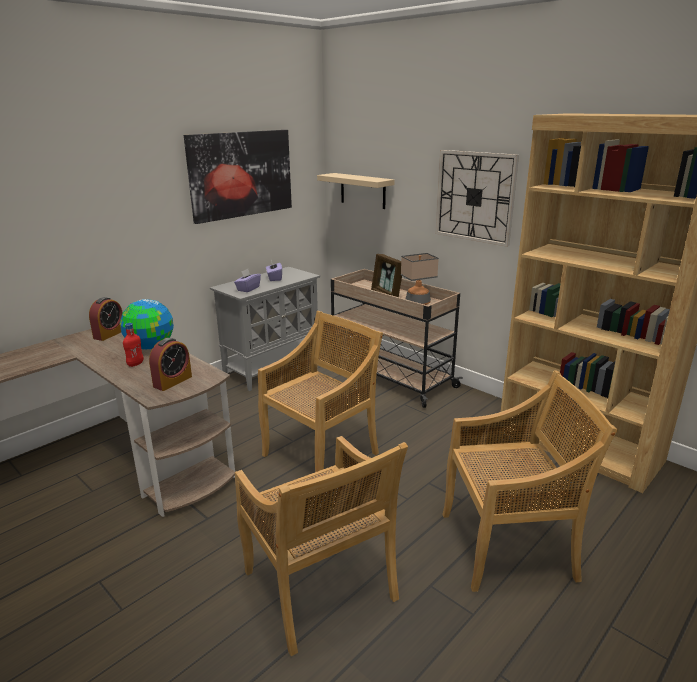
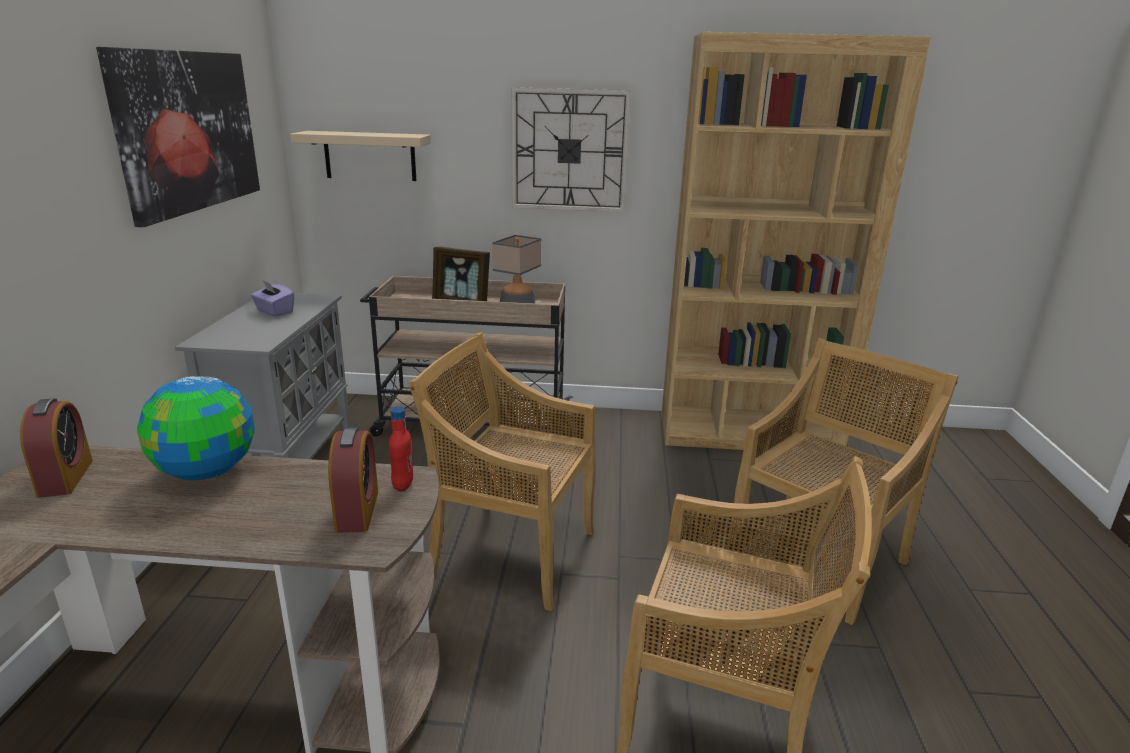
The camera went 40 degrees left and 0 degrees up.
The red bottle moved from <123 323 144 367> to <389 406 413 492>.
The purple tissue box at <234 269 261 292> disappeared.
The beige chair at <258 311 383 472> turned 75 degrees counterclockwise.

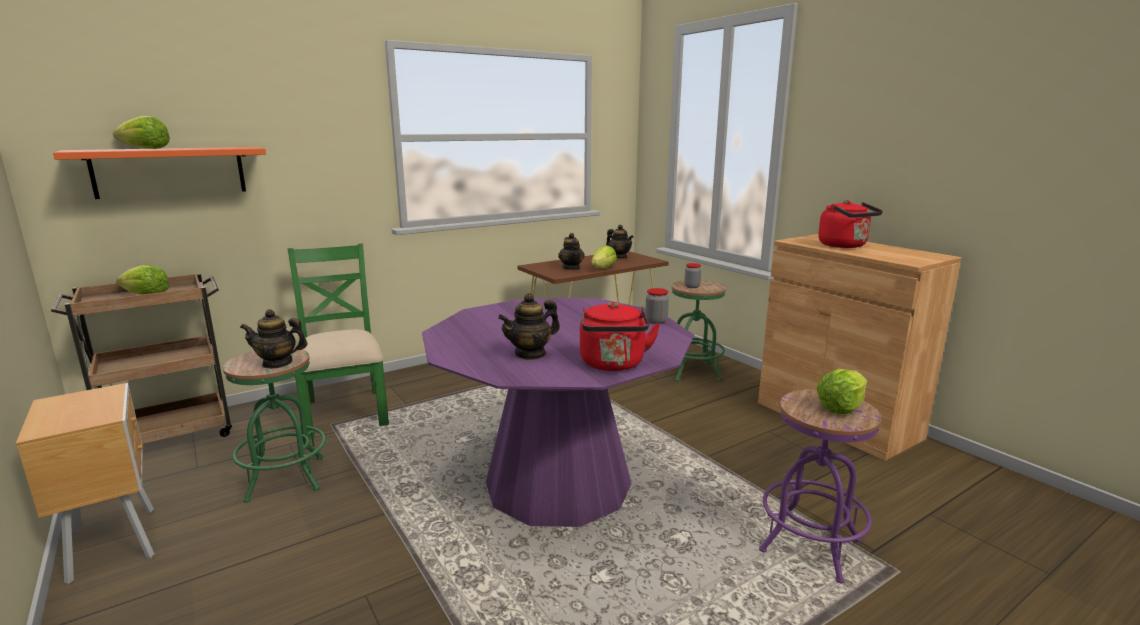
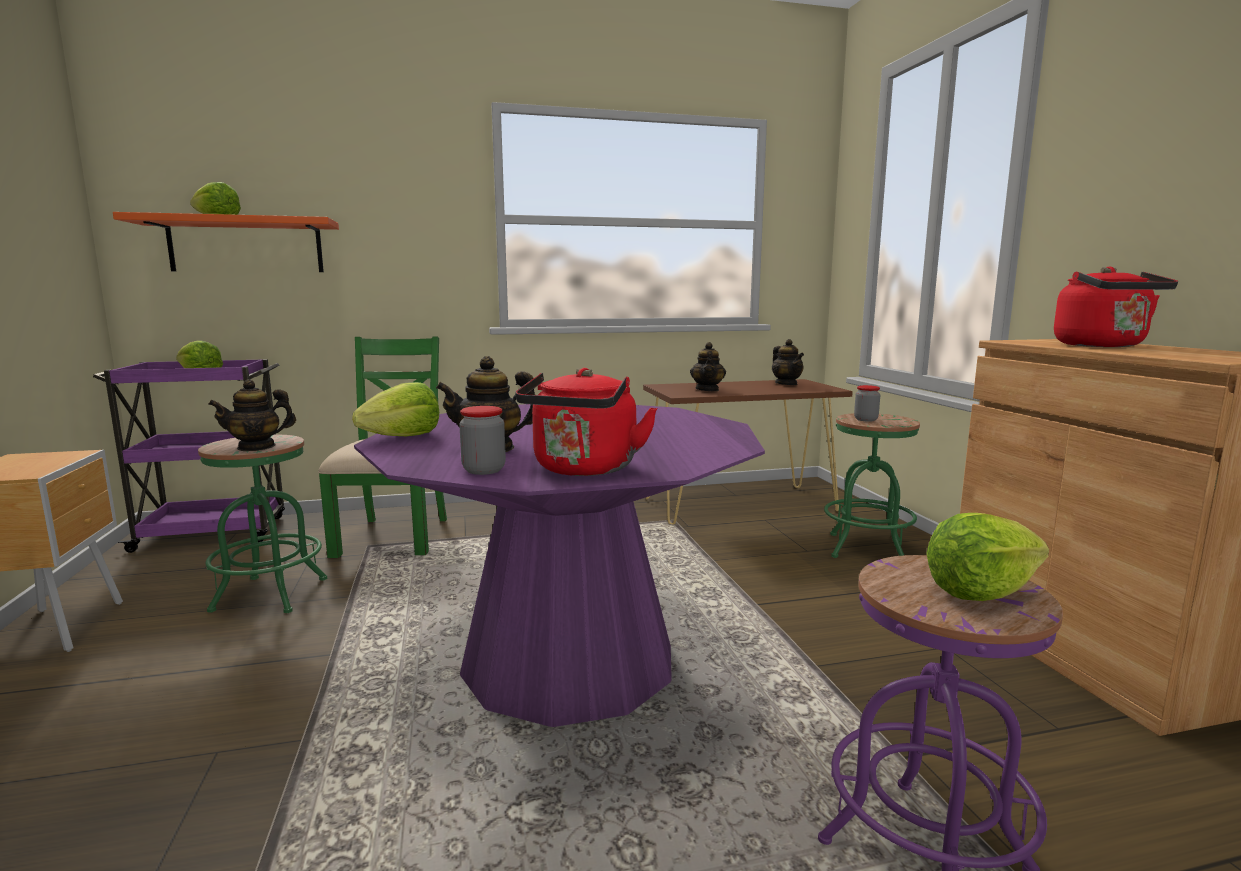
The camera went 20 degrees right and 5 degrees down.
The brown cart at <51 273 232 444> became the purple cart at <93 359 285 553>.
The teapot at <240 309 308 369> turned 45 degrees counterclockwise.
The lettuce moved from <591 245 617 269> to <352 382 439 436>.
The jar moved from <645 288 669 324> to <459 406 506 475>.

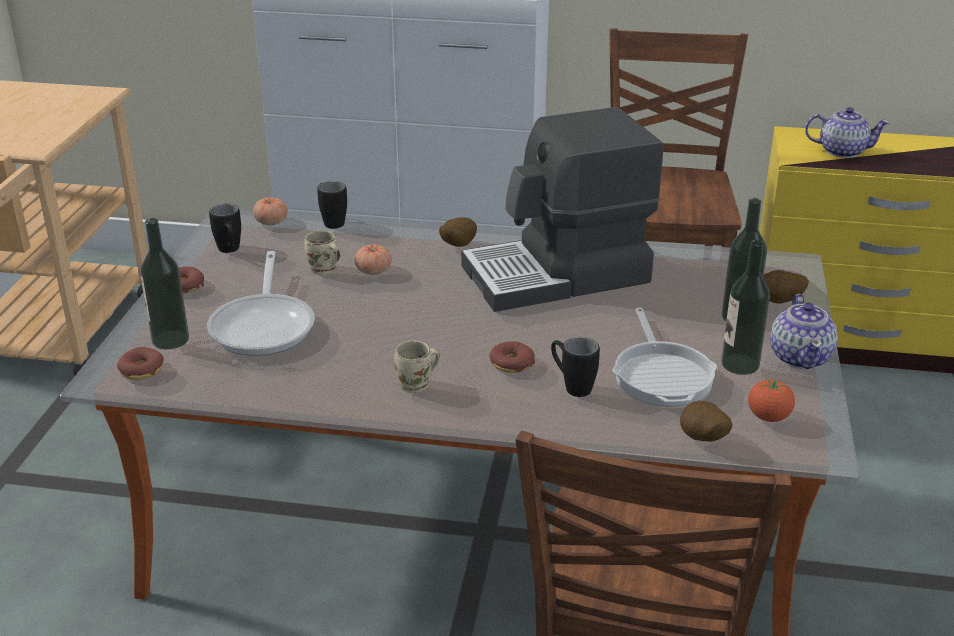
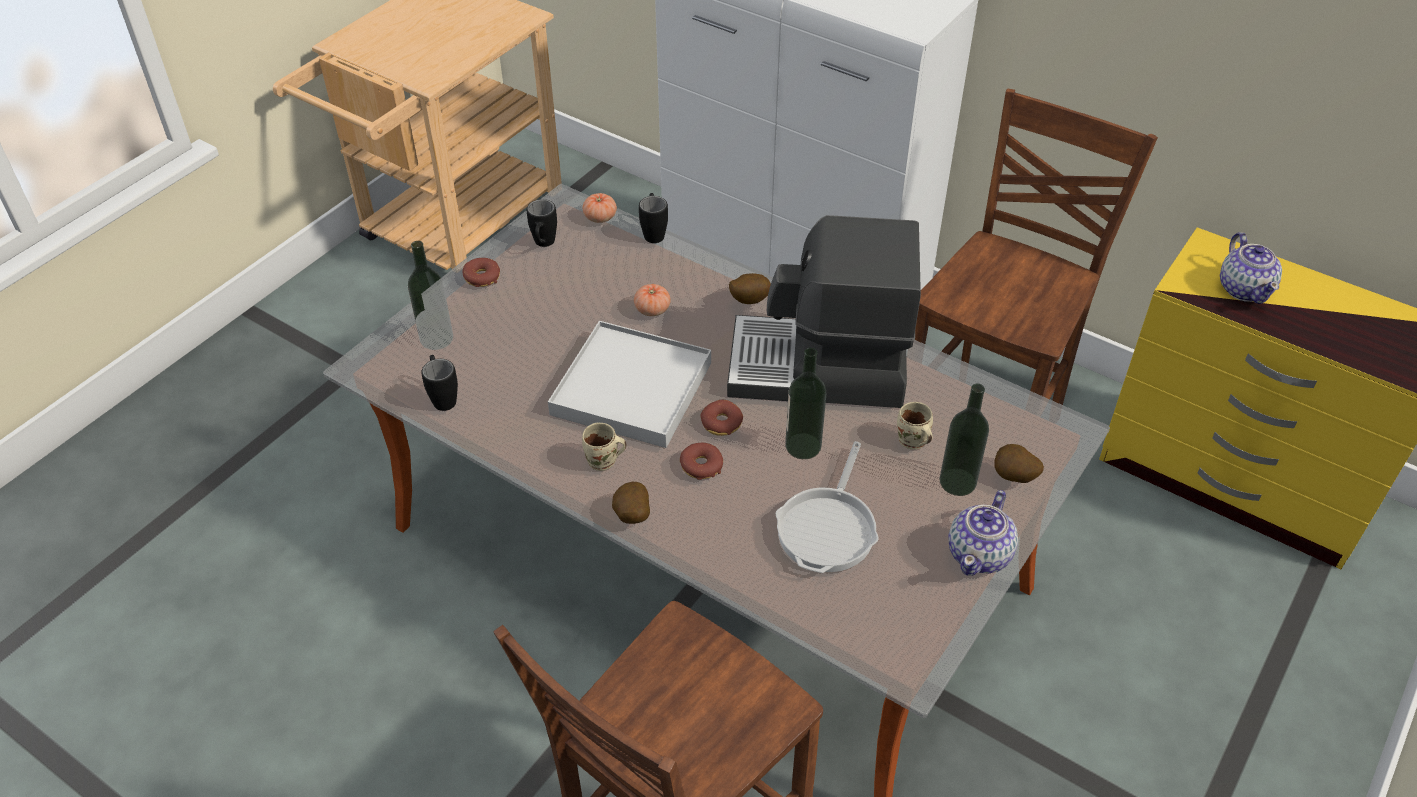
The camera went 25 degrees right and 15 degrees up.
The donut moved from <117 347 164 380> to <701 400 743 436>.
The frying pan at <207 251 315 356> disappeared.
The beige mug moved from <304 230 340 275> to <897 402 933 450>.
The black mug moved from <551 337 600 397> to <421 355 458 411>.
The potato moved from <680 401 732 442> to <612 482 650 524>.
The bottle moved from <721 240 770 375> to <785 348 826 459>.
The tomato at <748 379 795 422> disappeared.
The teapot at <805 107 890 158> turned 45 degrees clockwise.
The white tray at <548 321 711 448> appeared.

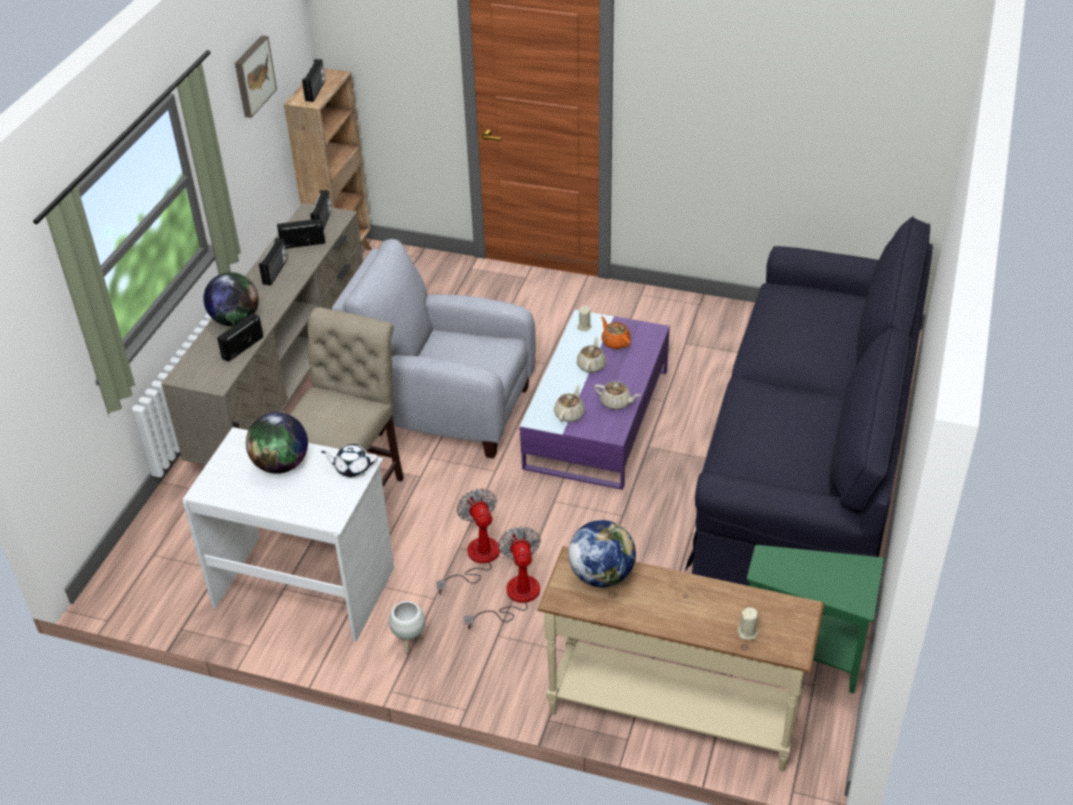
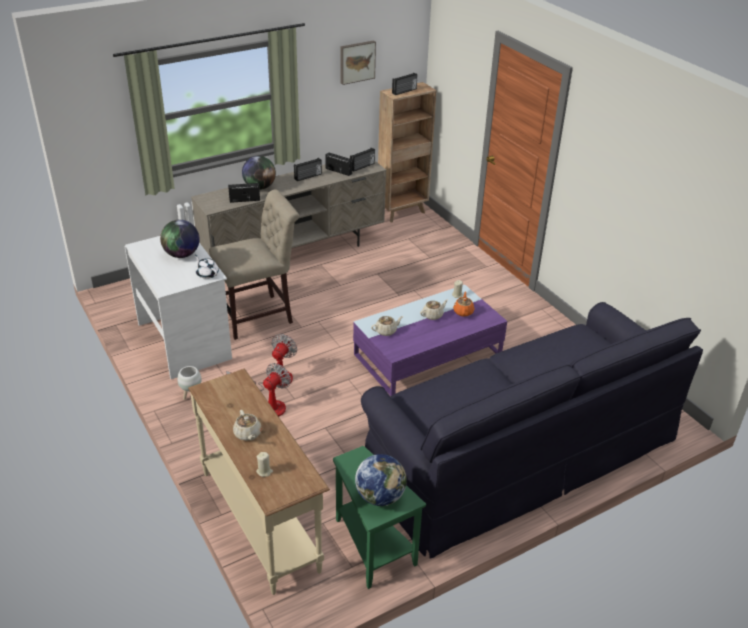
The camera went 40 degrees right and 5 degrees down.
The grey armchair at <332 239 536 459> disappeared.
The globe moved from <568 520 636 587> to <355 454 407 506>.
The beige teapot moved from <594 381 640 410> to <233 410 262 441>.

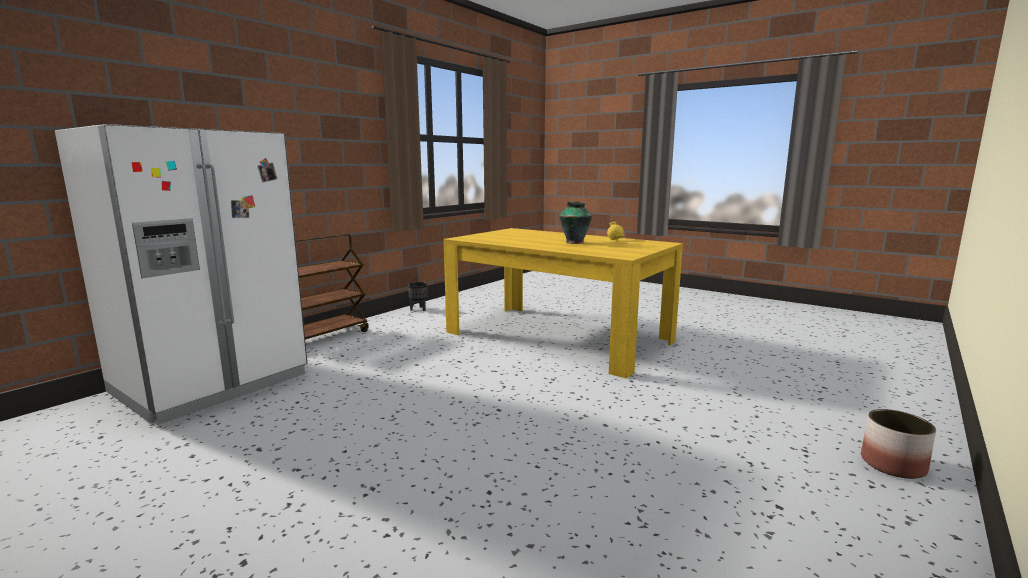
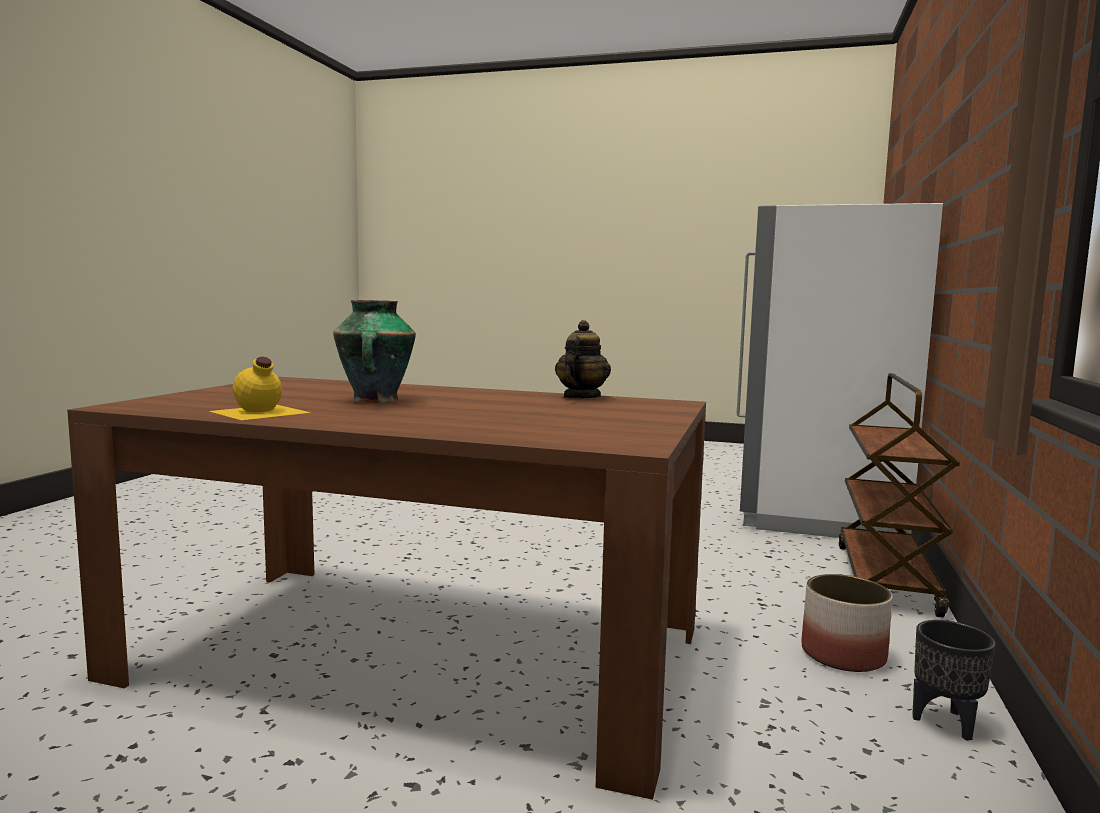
The camera went 160 degrees right and 5 degrees down.
The yellow dining table at <443 228 683 379> became the brown dining table at <67 377 706 800>.
The planter moved from <861 409 936 479> to <802 574 893 672>.
The teapot at <555 320 611 399> appeared.

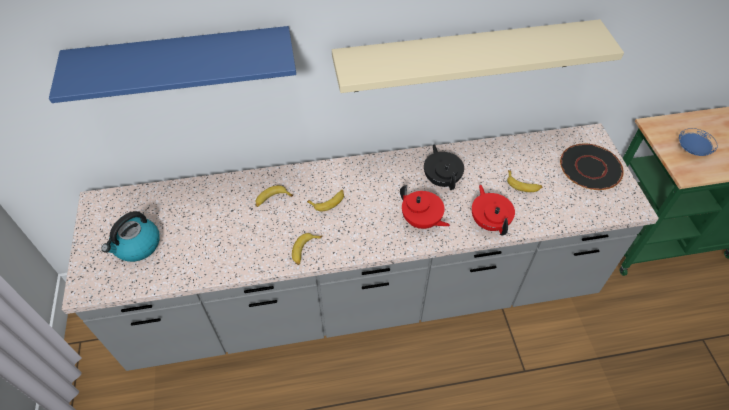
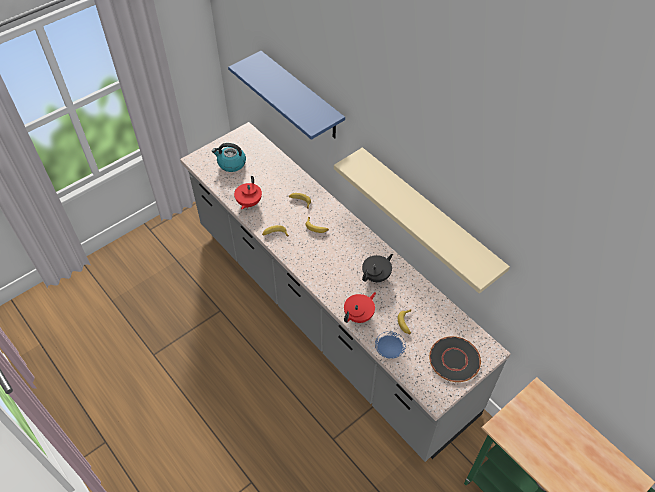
The camera went 60 degrees right and 0 degrees up.
The red teapot moved from <400 185 450 229> to <234 176 262 209>.
The blue plate moved from <679 128 718 156> to <375 331 406 359>.

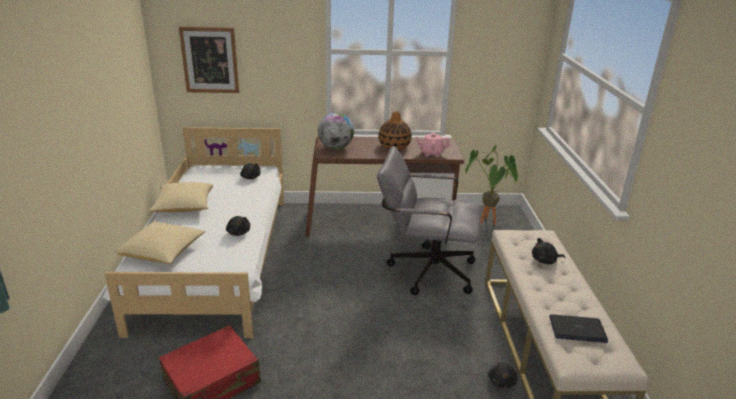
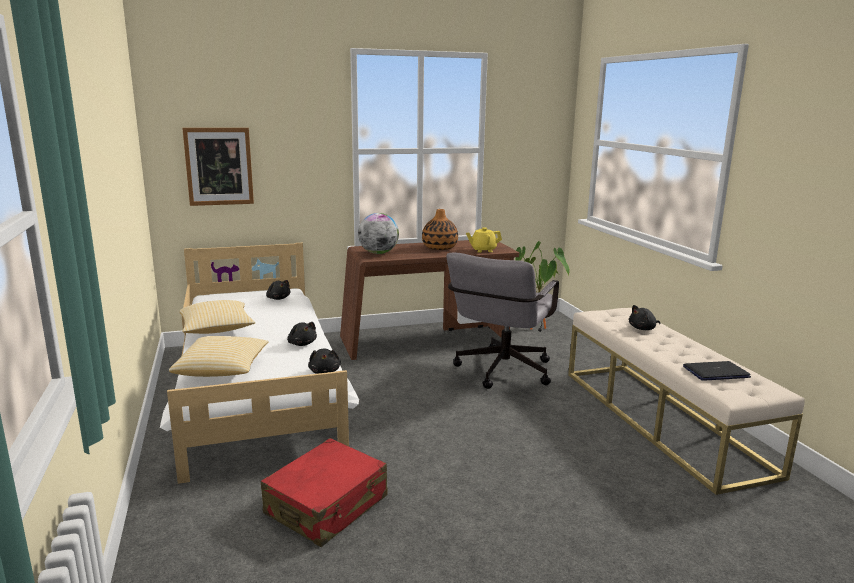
The camera went 15 degrees left and 10 degrees down.
The grey office chair at <377 146 481 295> turned 60 degrees counterclockwise.
The pink teapot at <416 132 450 157> became the yellow teapot at <466 227 502 253>.
The black plush toy moved from <488 362 518 388> to <308 348 341 374>.

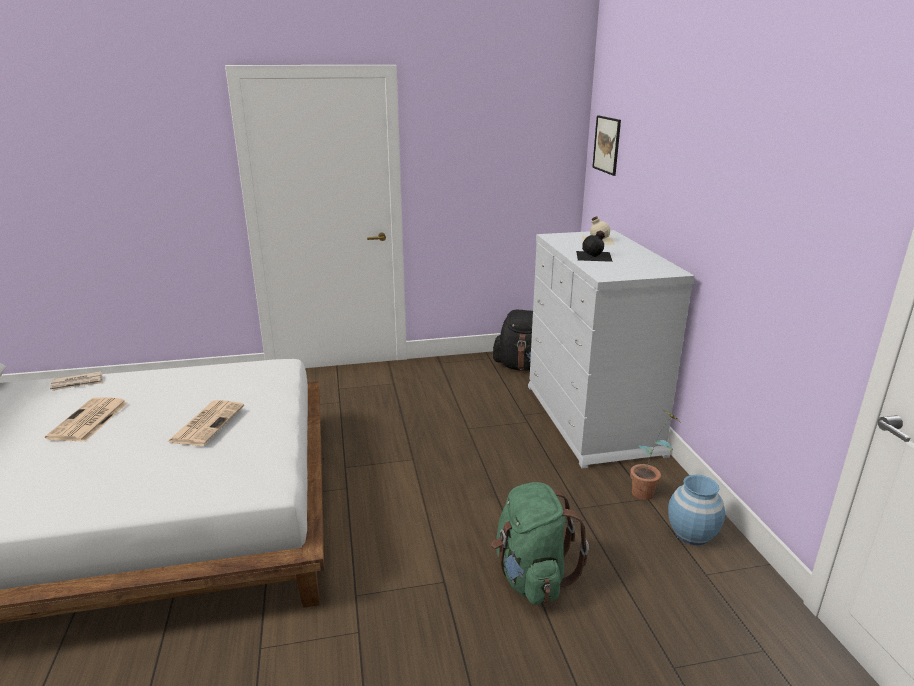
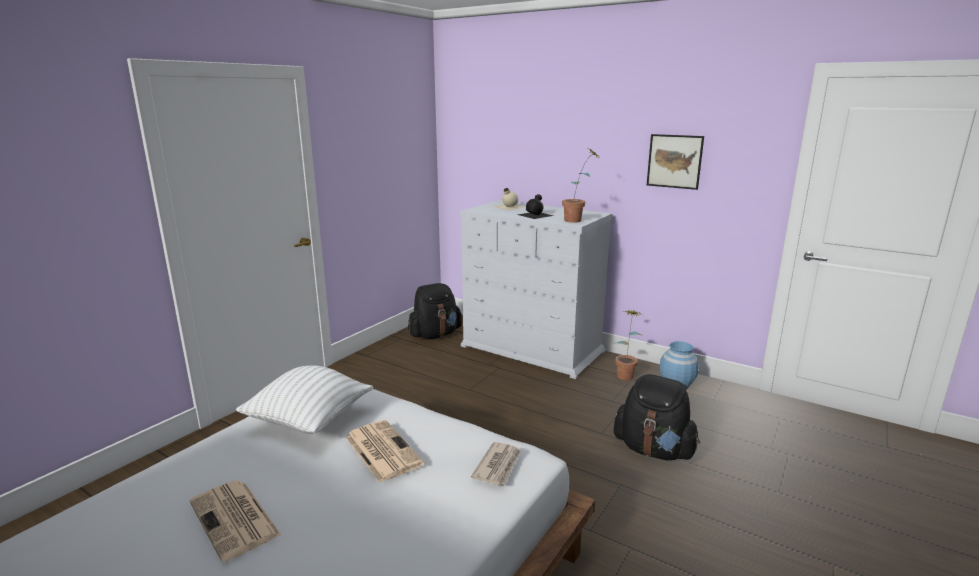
The camera went 45 degrees left and 5 degrees down.
The newspaper moved from <50 371 103 391> to <471 442 521 485>.
The green backpack at <491 482 589 605> became the black backpack at <614 374 700 460>.
The picture moved from <592 116 621 176> to <647 134 704 190>.
The white pillow at <236 365 373 434> appeared.
The potted plant at <562 148 597 223> appeared.

